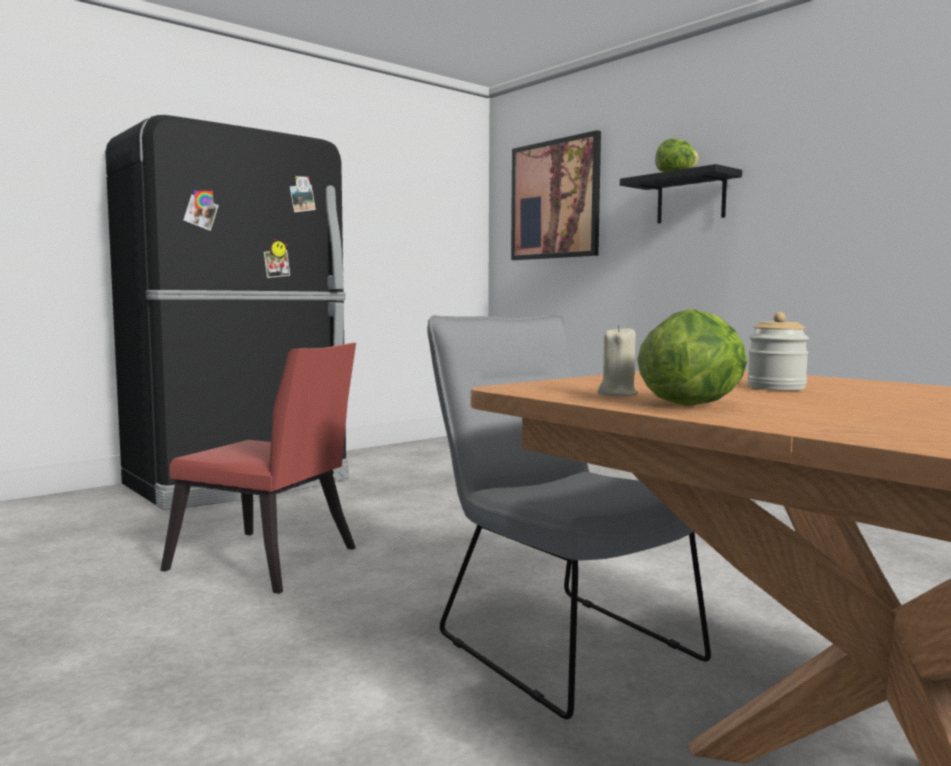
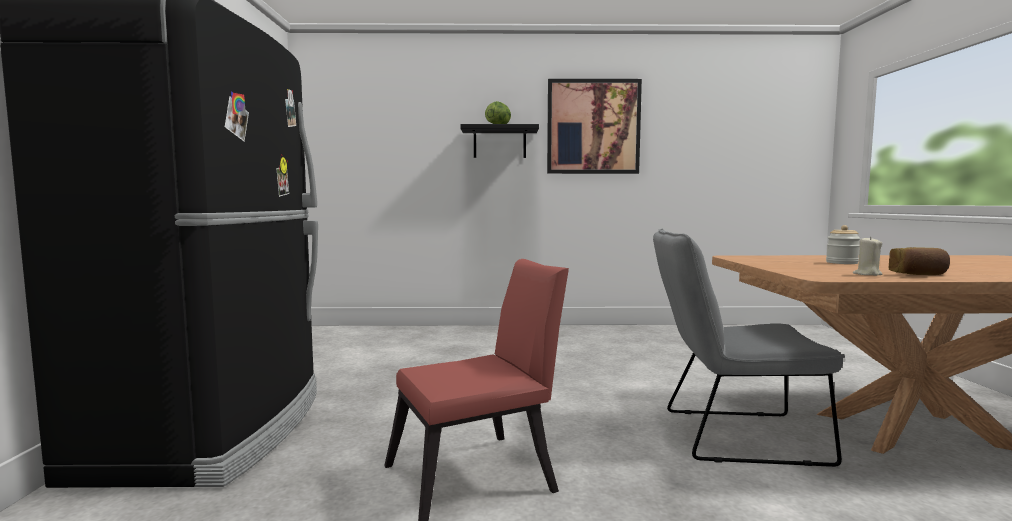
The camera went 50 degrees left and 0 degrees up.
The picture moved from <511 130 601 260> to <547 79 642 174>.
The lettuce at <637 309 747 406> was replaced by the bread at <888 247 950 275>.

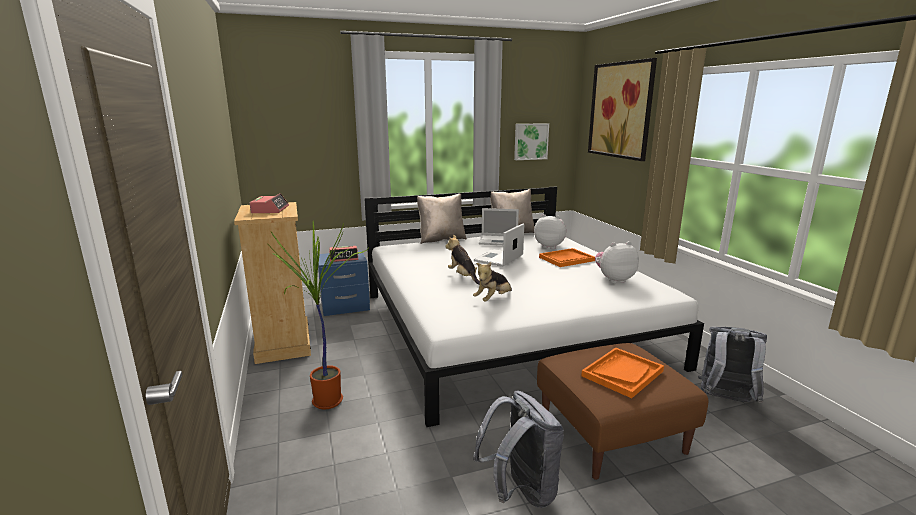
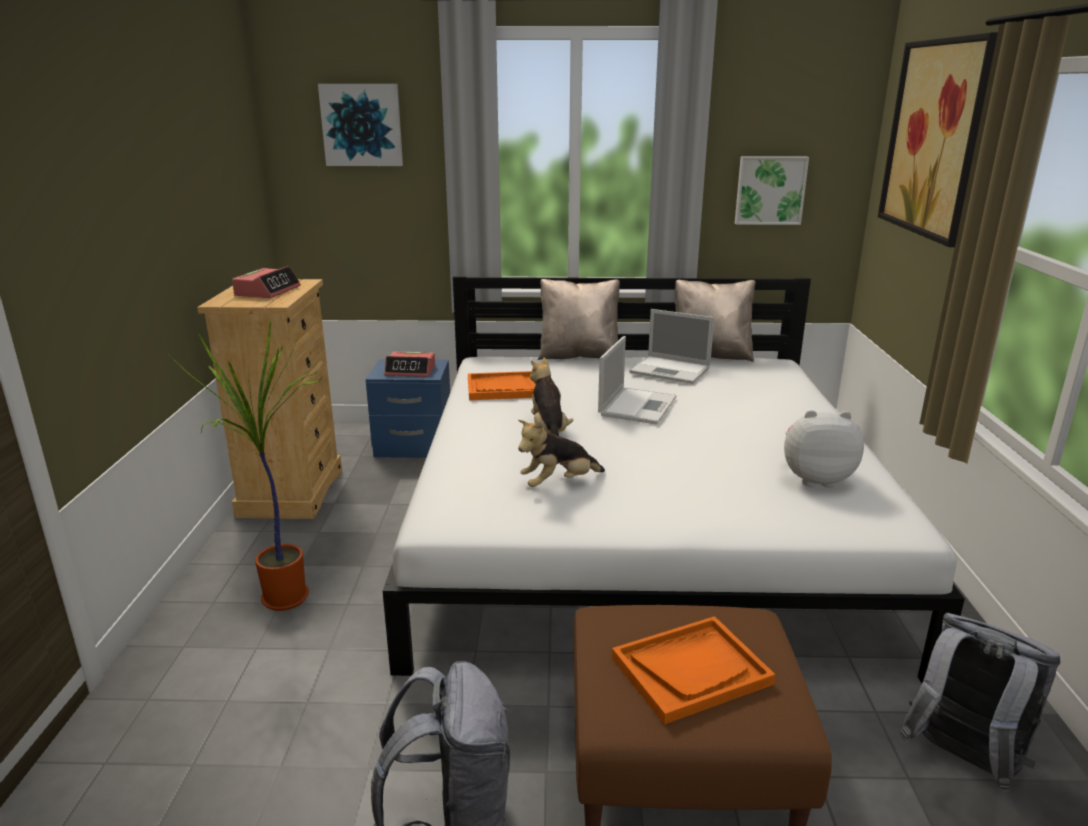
The camera went 20 degrees right and 5 degrees up.
The laptop at <474 224 524 267> turned 150 degrees clockwise.
The plush toy at <534 214 566 249> disappeared.
The orange tray moved from <539 248 595 267> to <468 371 535 400>.
The picture at <318 84 403 166> appeared.

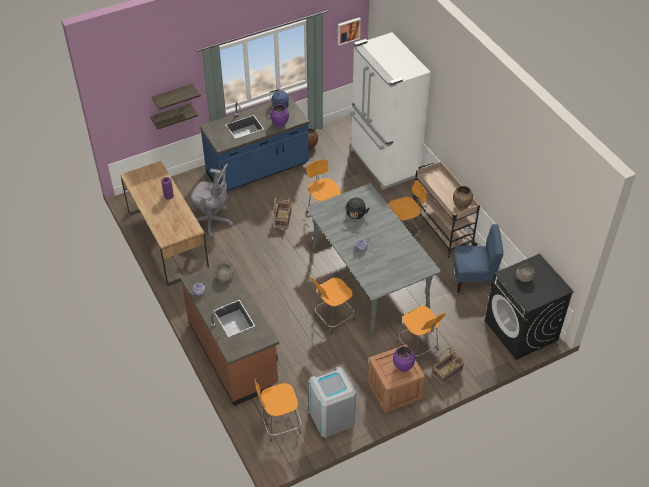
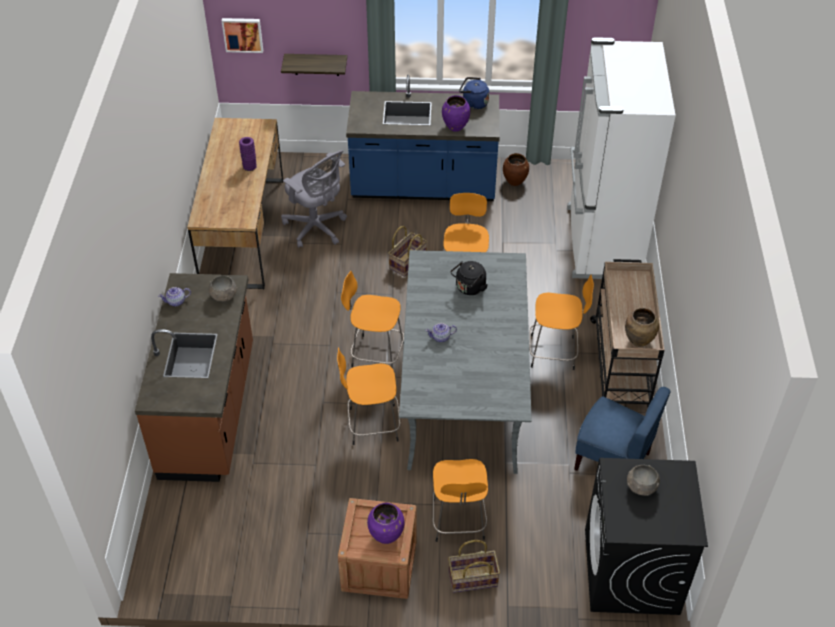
The camera went 30 degrees right and 0 degrees up.
The shelf at <152 84 201 109> disappeared.
The orange stool moved from <254 379 301 442> to <341 271 404 369>.
The grey trash can at <309 367 356 438> disappeared.
The picture moved from <338 18 361 46> to <222 18 263 53>.

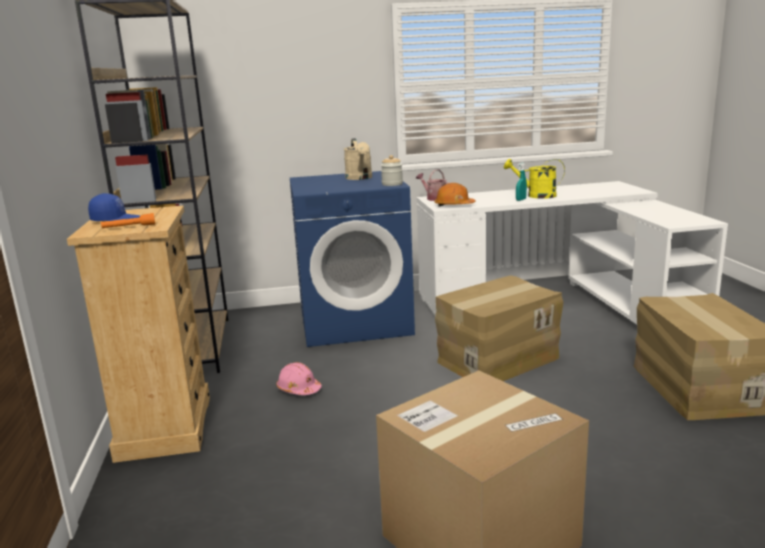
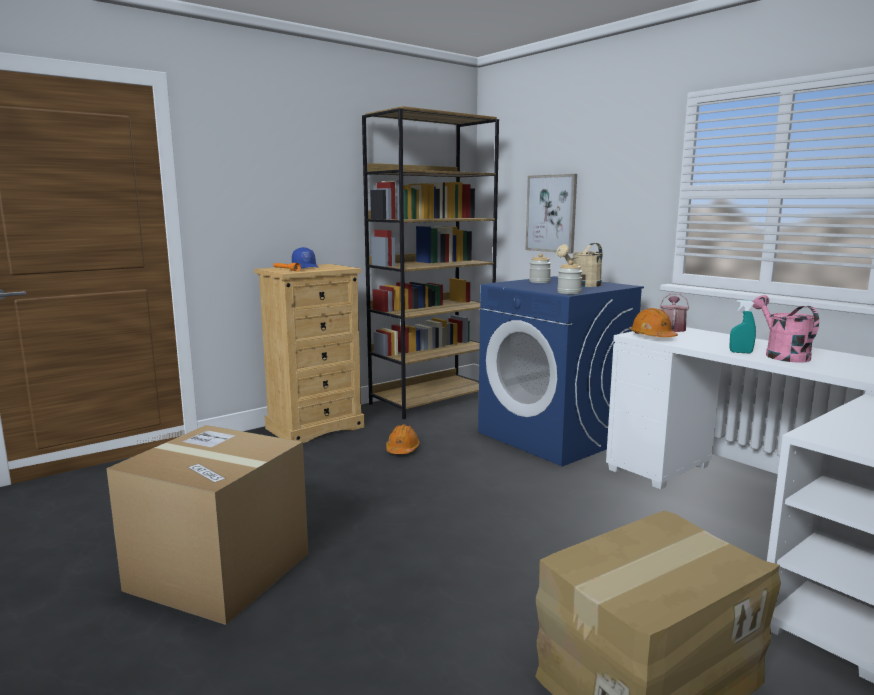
The camera went 60 degrees right and 5 degrees down.
The pink hard hat at <276 362 322 395> became the orange hard hat at <386 424 420 454>.
The cardboard box at <435 275 563 381> disappeared.
The yellow watering can at <504 159 565 199> became the pink watering can at <753 295 819 363>.
The picture at <525 174 577 254> appeared.
The jar at <529 253 551 283> appeared.

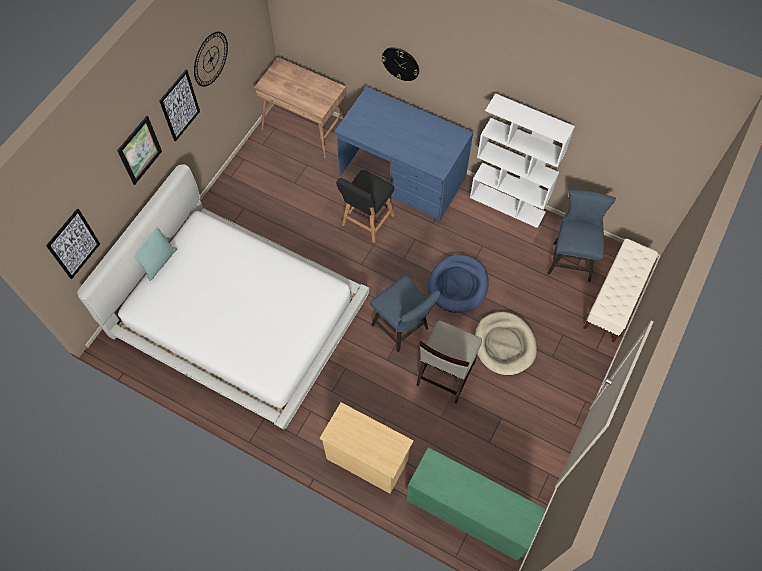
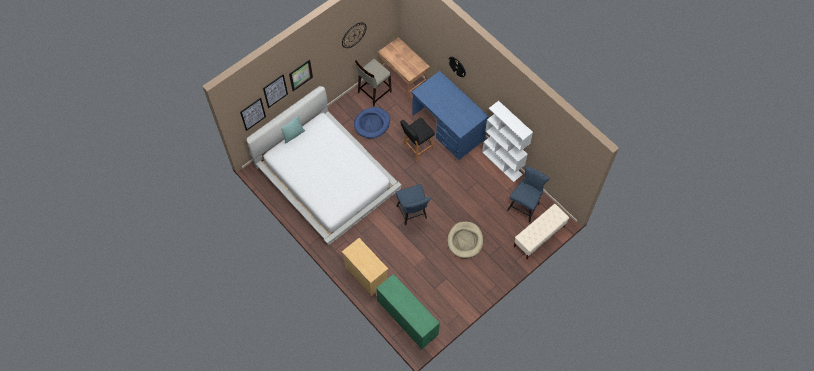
The camera went 20 degrees right and 0 degrees up.
The picture moved from <159 70 200 142> to <263 74 288 108>.
The beige stool moved from <416 320 482 404> to <355 59 392 107>.
The blue dog bed moved from <428 254 488 313> to <354 107 390 139>.

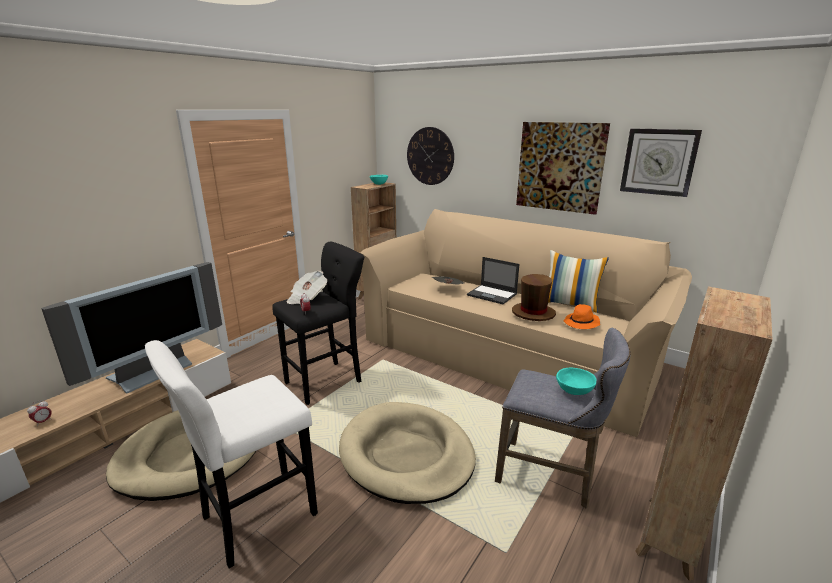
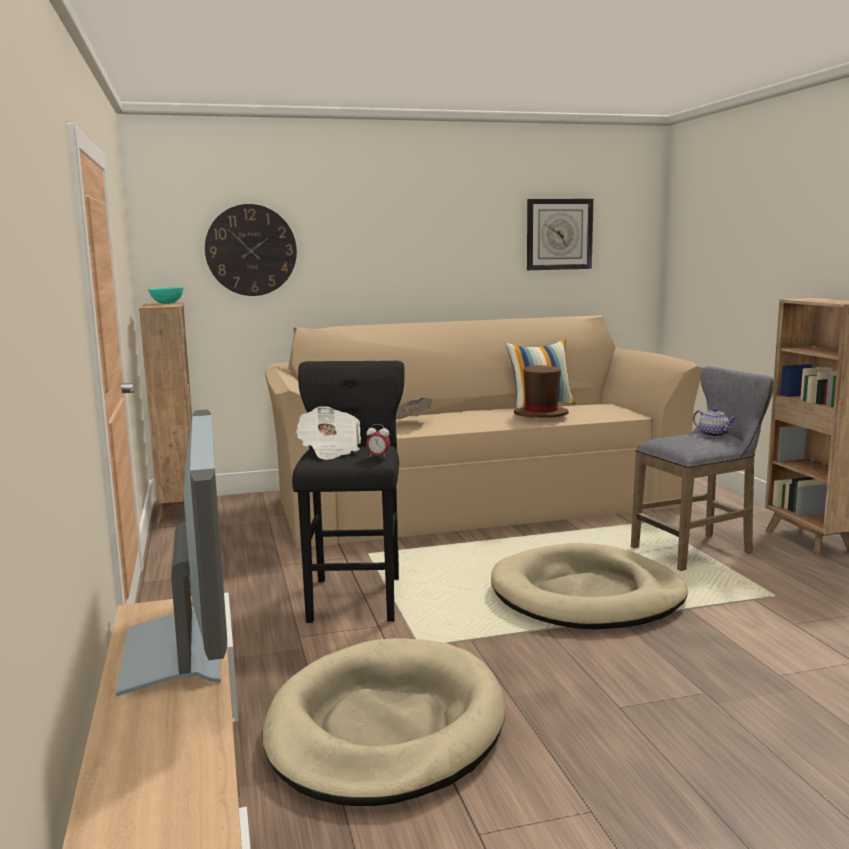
The camera went 50 degrees left and 10 degrees down.
The alarm clock at <27 401 52 423> disappeared.
The white stool at <145 340 318 568> disappeared.
The laptop at <467 257 519 304> disappeared.
The picture at <516 122 610 215> disappeared.
The turquoise bowl at <556 367 597 395> was replaced by the teapot at <693 407 737 437>.
The orange hat at <563 304 601 329> disappeared.

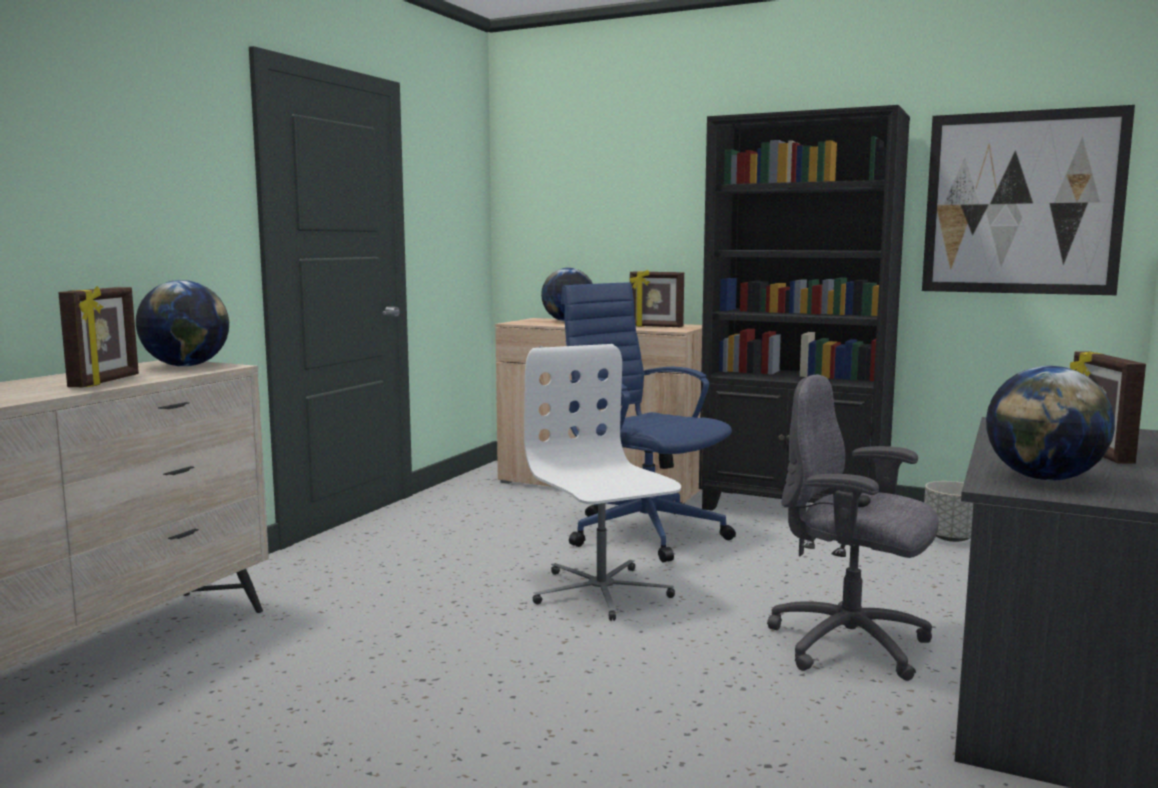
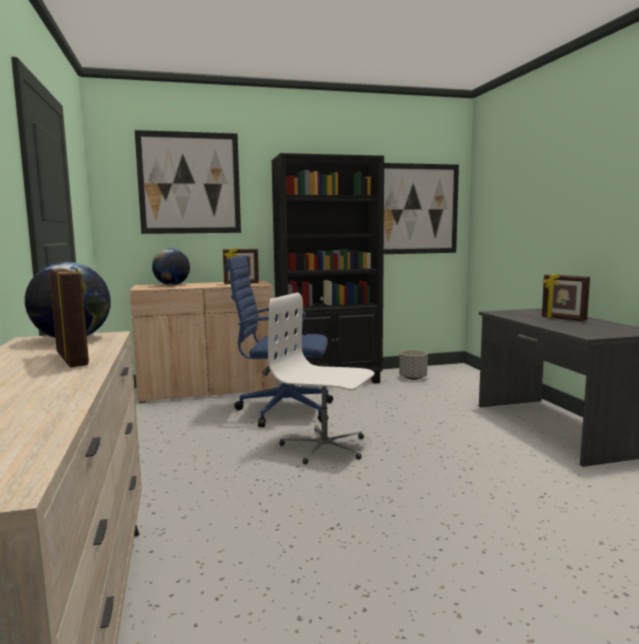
The camera went 40 degrees left and 0 degrees up.
The grey office chair at <767 375 939 681> disappeared.
The globe at <986 366 1115 481> disappeared.
The picture at <135 130 241 234> appeared.

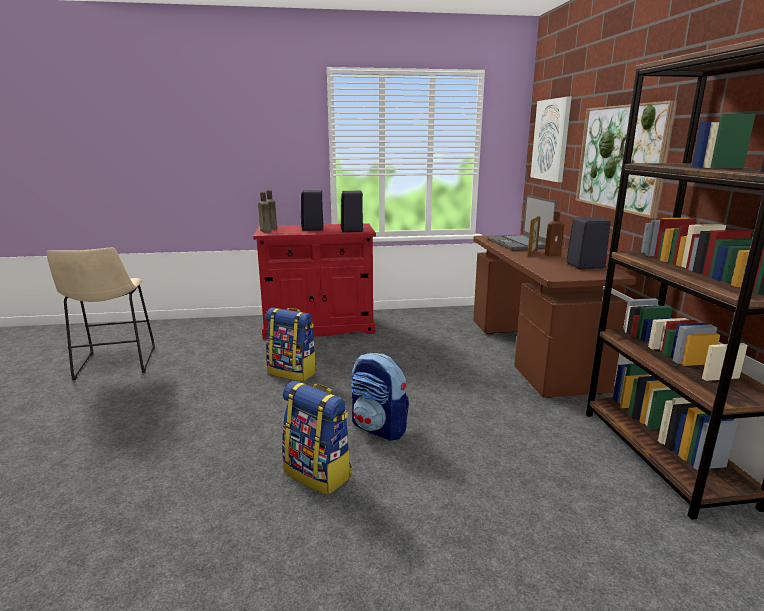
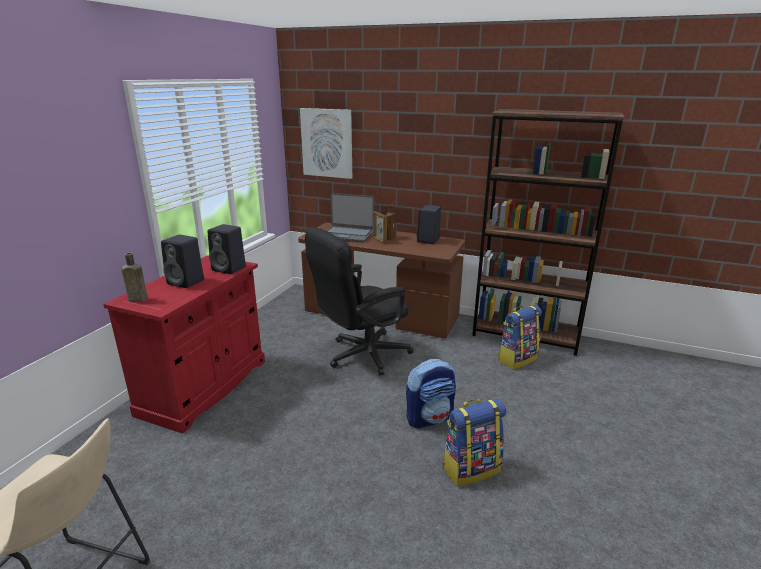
The camera went 60 degrees left and 5 degrees up.
The brown bottle at <258 192 271 233> disappeared.
The backpack moved from <265 308 317 381> to <498 305 542 370>.
The picture at <576 100 677 218> disappeared.
The black office chair at <305 227 413 376> appeared.

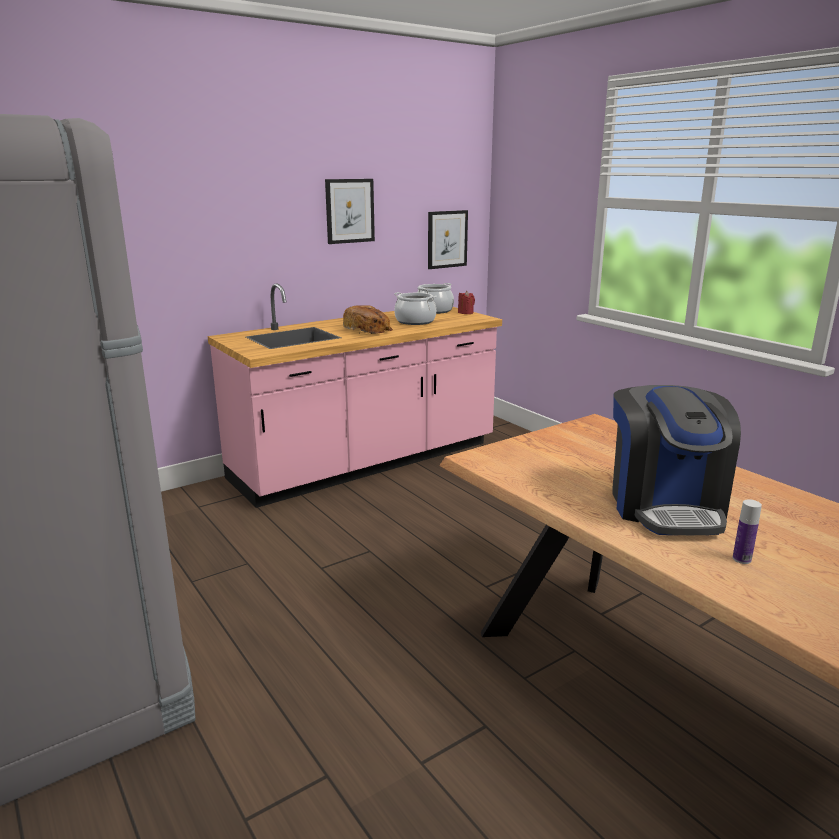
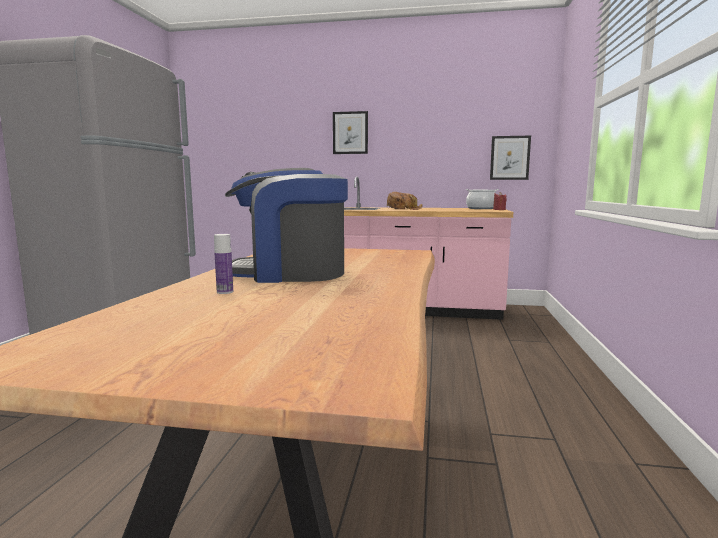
The camera went 45 degrees right and 10 degrees down.
The picture moved from <325 179 375 244> to <333 111 368 154>.
The cooking pot at <394 292 437 325> disappeared.
The coffee machine at <612 385 741 535> turned 45 degrees clockwise.

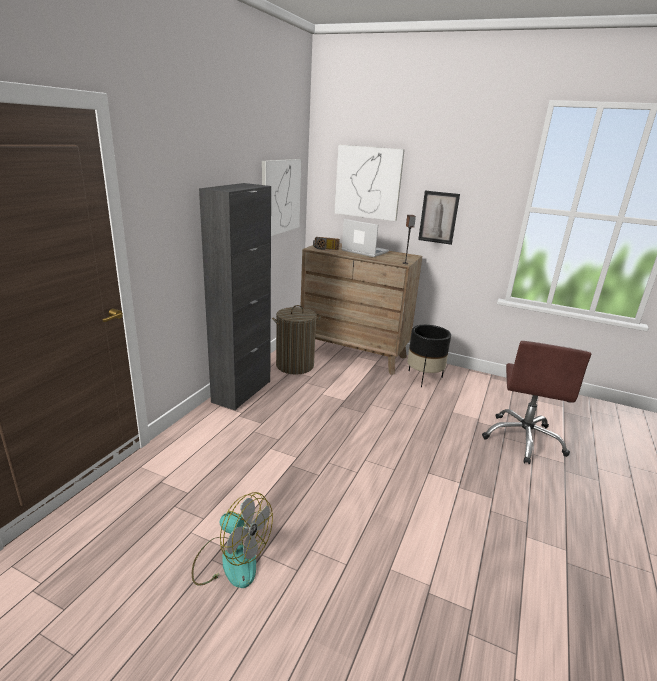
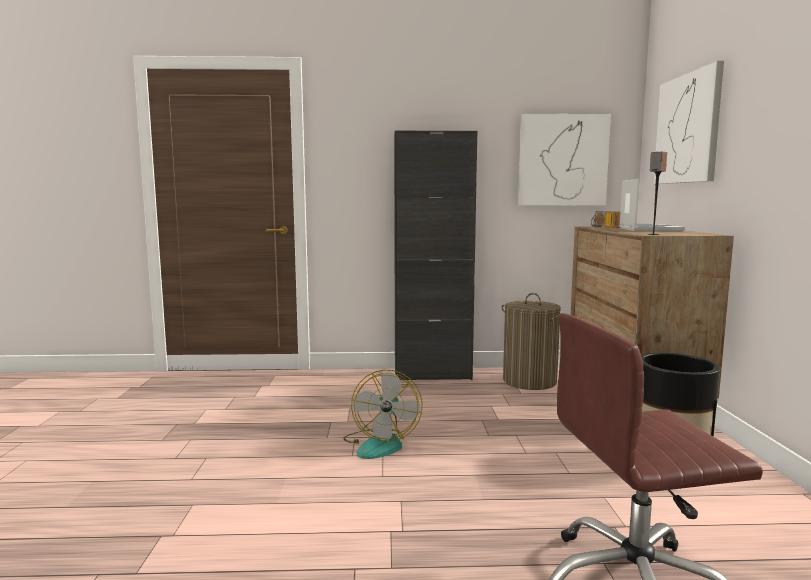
The camera went 65 degrees right and 15 degrees down.
The fan moved from <192 492 273 588> to <343 370 422 459>.
The picture at <418 191 460 245> disappeared.

